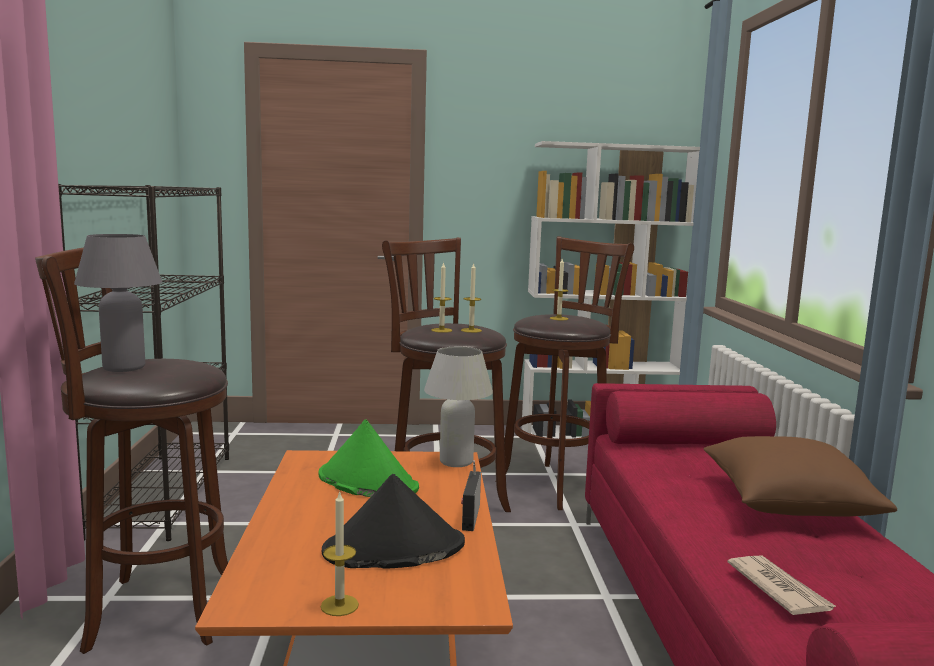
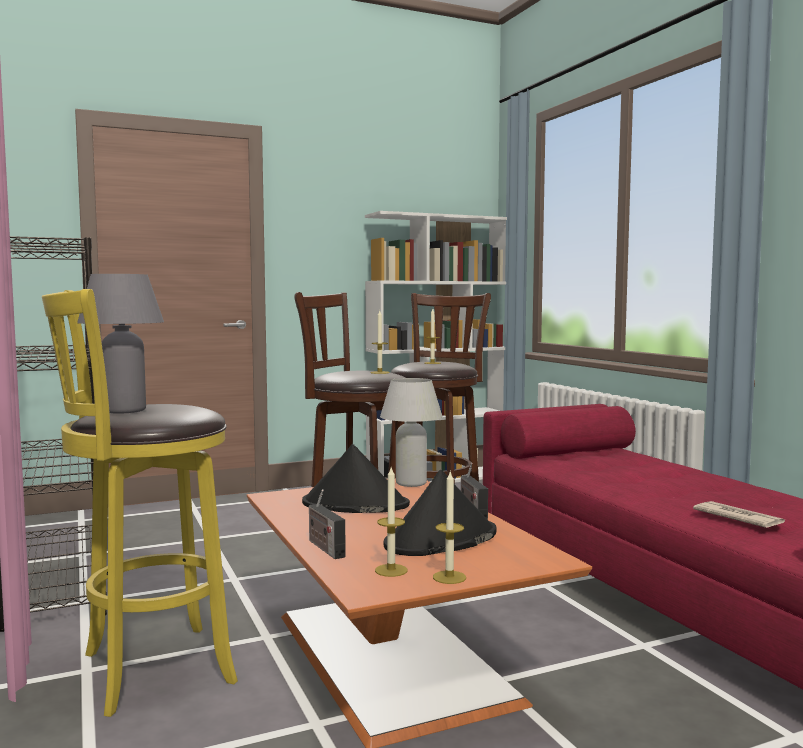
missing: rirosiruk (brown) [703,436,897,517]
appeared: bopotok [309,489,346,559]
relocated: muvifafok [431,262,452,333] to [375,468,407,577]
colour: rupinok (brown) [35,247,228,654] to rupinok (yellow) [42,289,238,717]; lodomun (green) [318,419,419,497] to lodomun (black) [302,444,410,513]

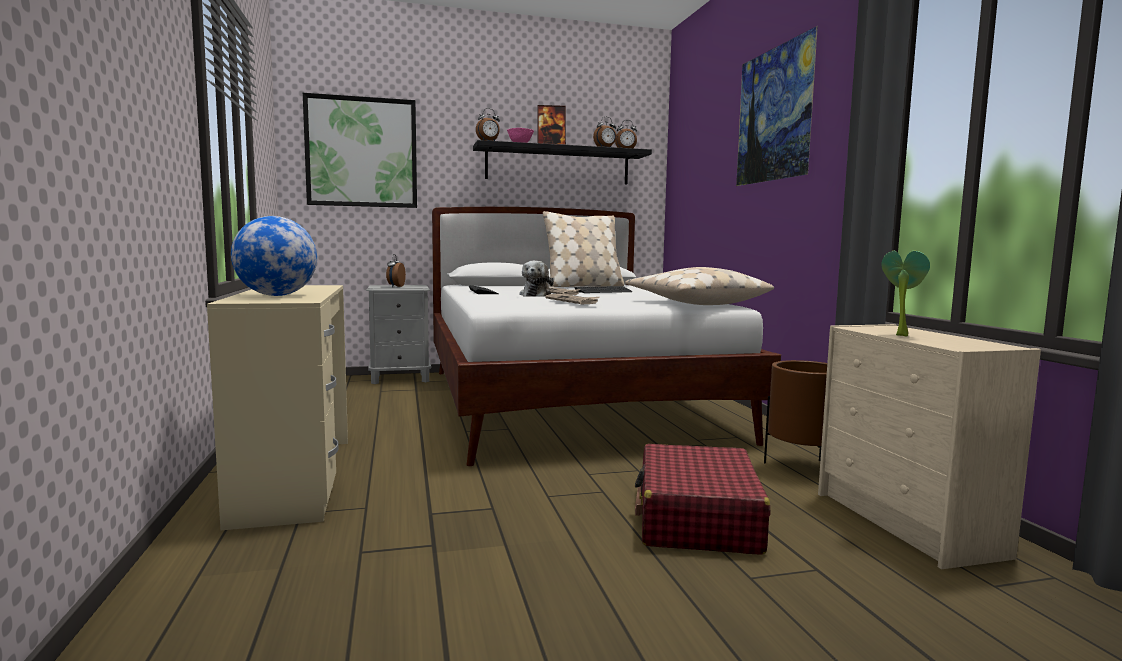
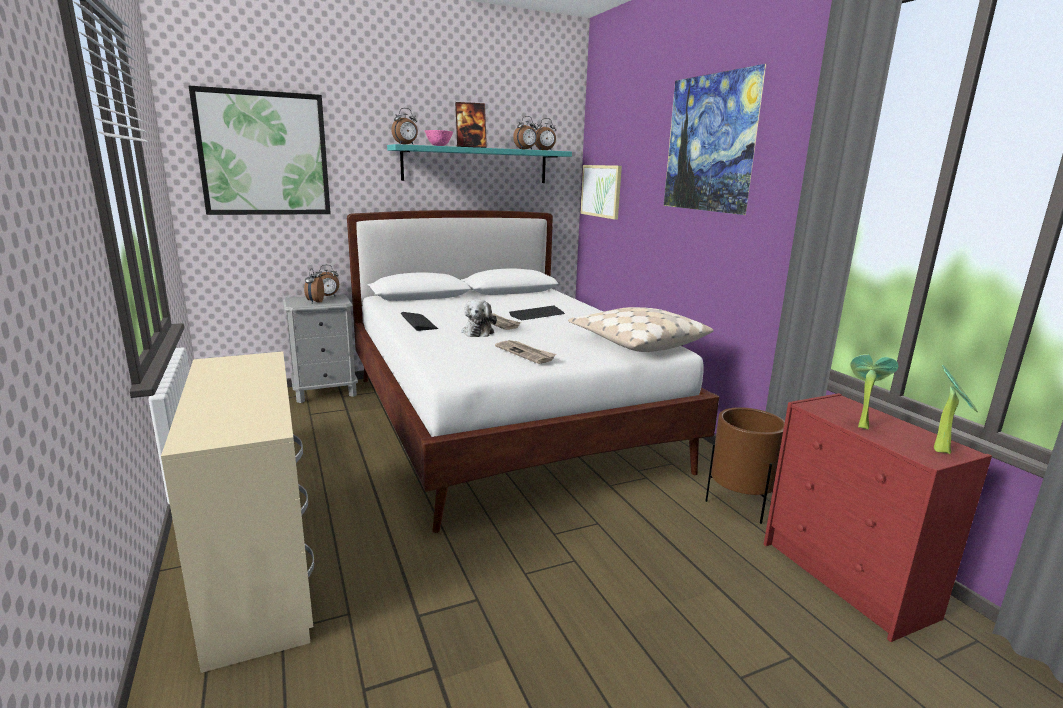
missing: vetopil [231,216,317,296]; rirosiruk (beige) [543,211,624,287]; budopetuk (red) [635,444,771,555]
appeared: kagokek [316,265,339,296]; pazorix [580,165,622,220]; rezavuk [934,365,978,454]
colour: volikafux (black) [473,140,652,184] to volikafux (turquoise) [387,144,572,183]; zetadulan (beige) [818,324,1041,569] to zetadulan (red) [764,393,992,642]

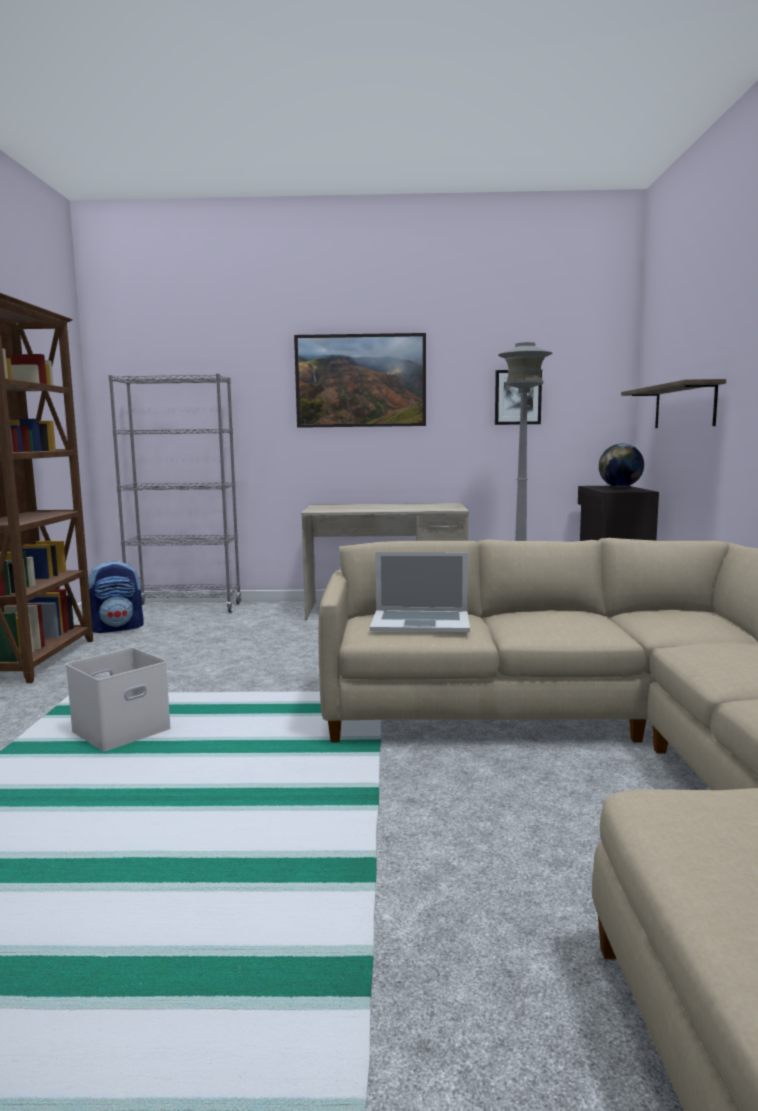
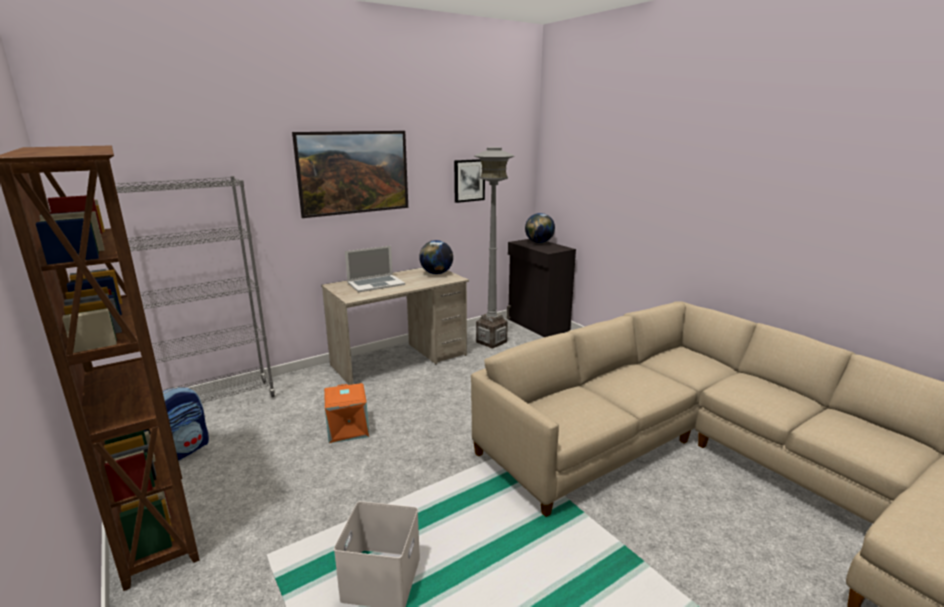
missing: volikafux [621,379,726,428]
appeared: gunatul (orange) [324,383,369,443]; vetopil [419,240,453,274]
relocated: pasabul [370,552,470,632] to [345,246,405,292]

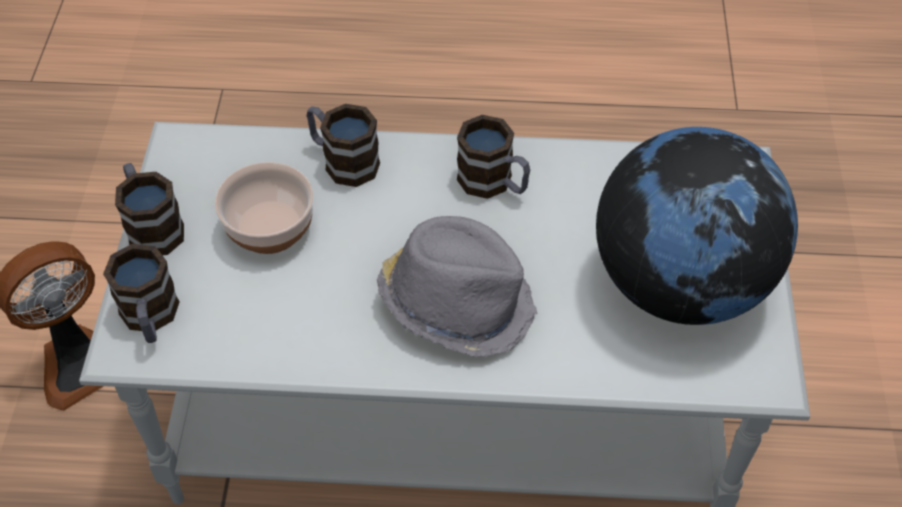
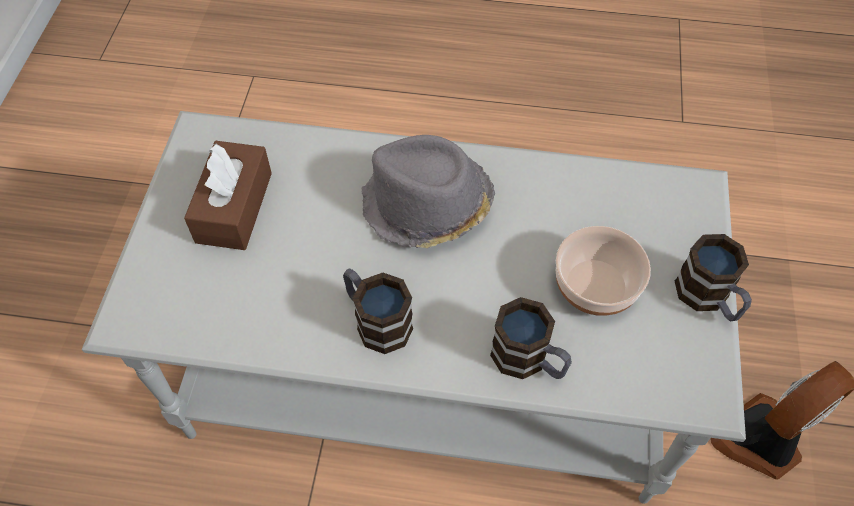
missing: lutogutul [103,244,180,343]
exchanged: vetopil [596,127,798,325] to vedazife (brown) [184,141,272,250]

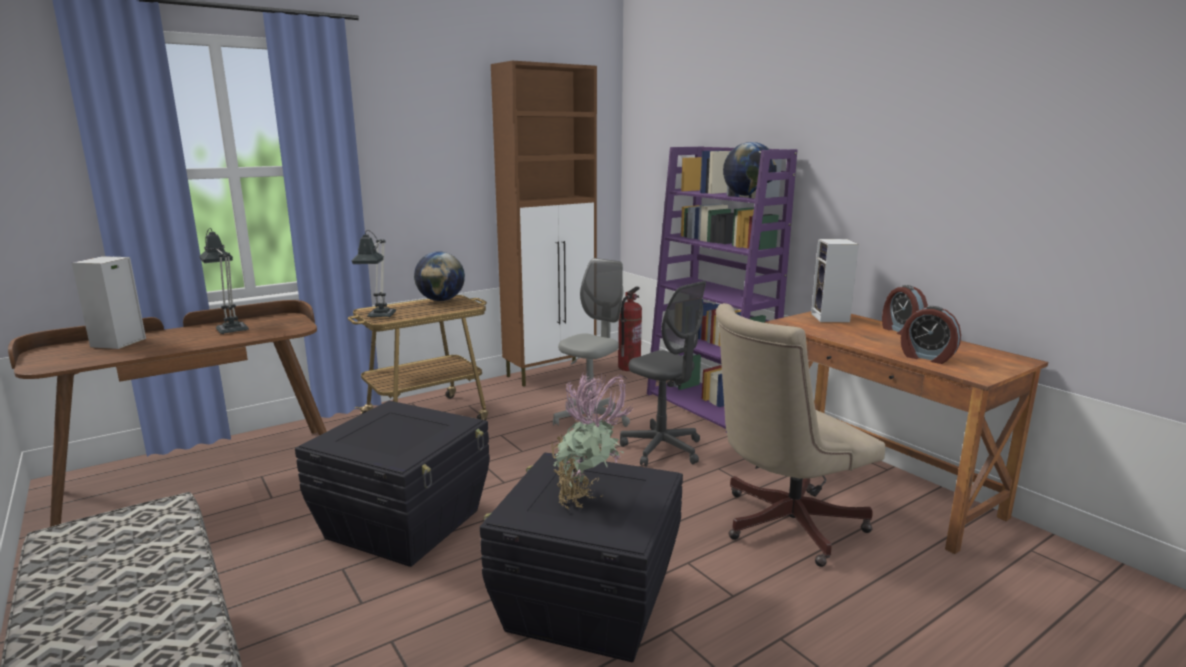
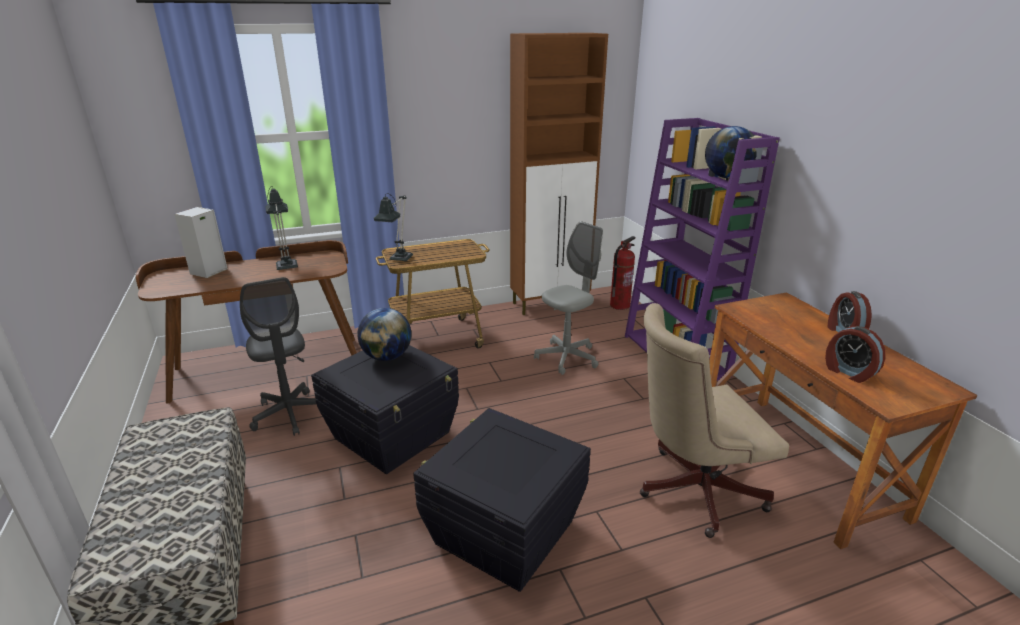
missing: rezavuk [551,371,636,508]; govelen [811,239,859,322]
relocated: vetopil [414,251,465,301] to [357,308,412,361]; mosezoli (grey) [620,281,706,467] to [240,277,316,436]

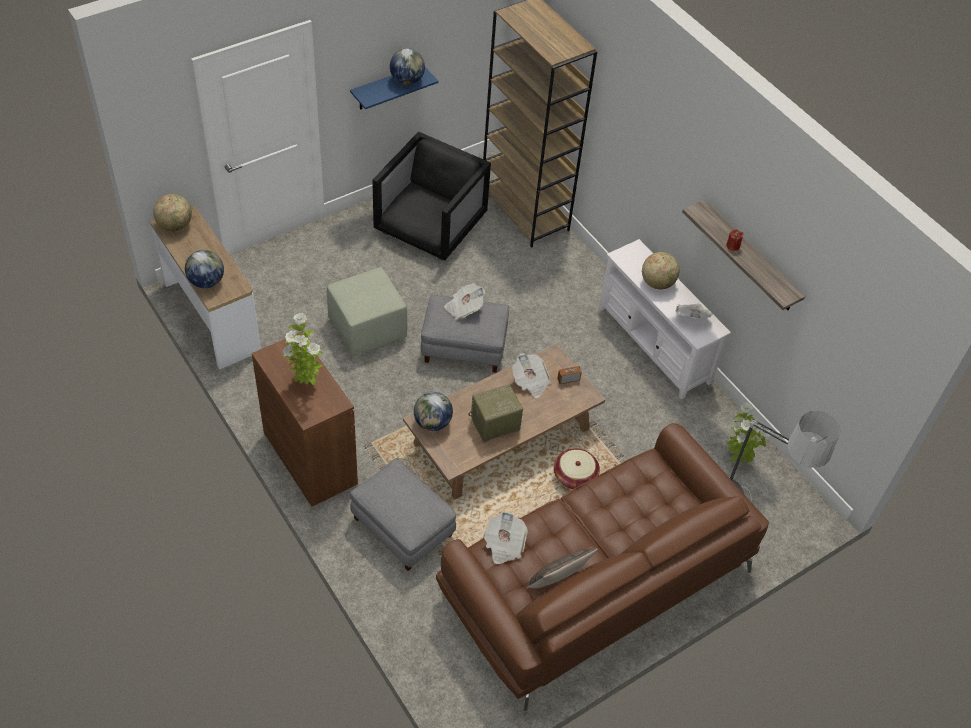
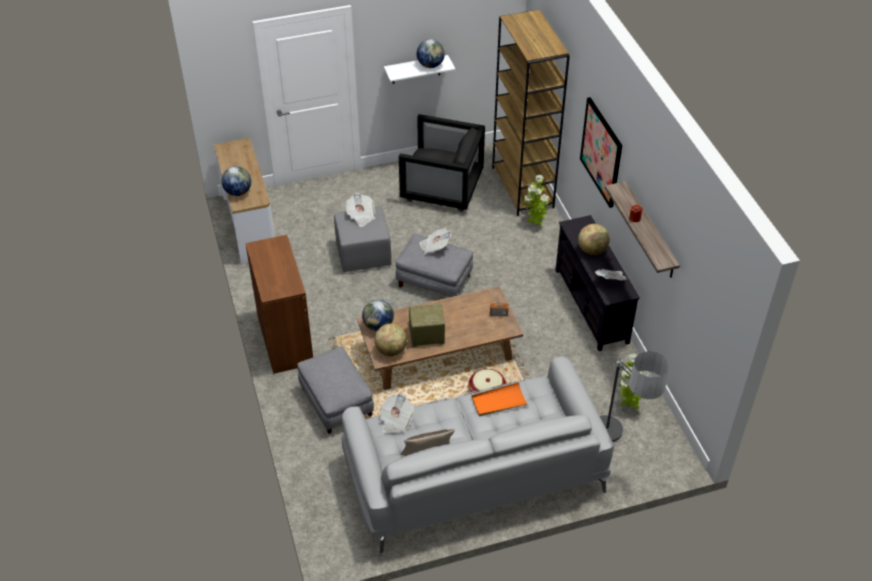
appeared: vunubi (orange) [471,382,528,416]; pazorix [580,97,622,208]
relocated: vetopil [153,194,192,232] to [375,324,407,356]; rezavuk [282,313,322,385] to [524,175,549,226]; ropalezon [512,353,551,398] to [346,193,375,227]
colour: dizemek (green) [327,267,407,357] to dizemek (grey) [334,207,392,273]; volikafux (blue) [350,67,439,110] to volikafux (white) [384,55,455,84]; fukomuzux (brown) [436,423,769,711] to fukomuzux (grey) [341,356,614,553]; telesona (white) [599,239,731,400] to telesona (black) [555,215,640,351]
spun: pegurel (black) [372,132,491,261] = [399,114,485,212] 60 degrees clockwise

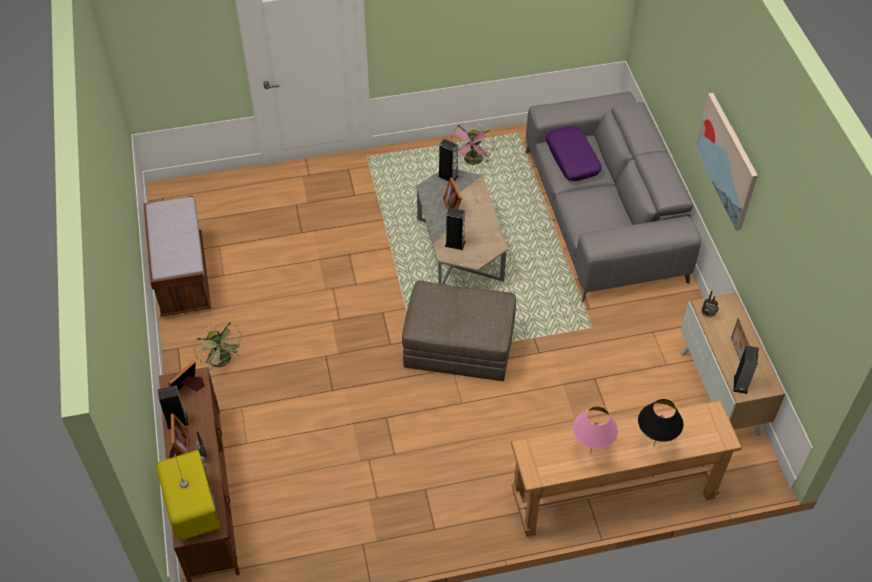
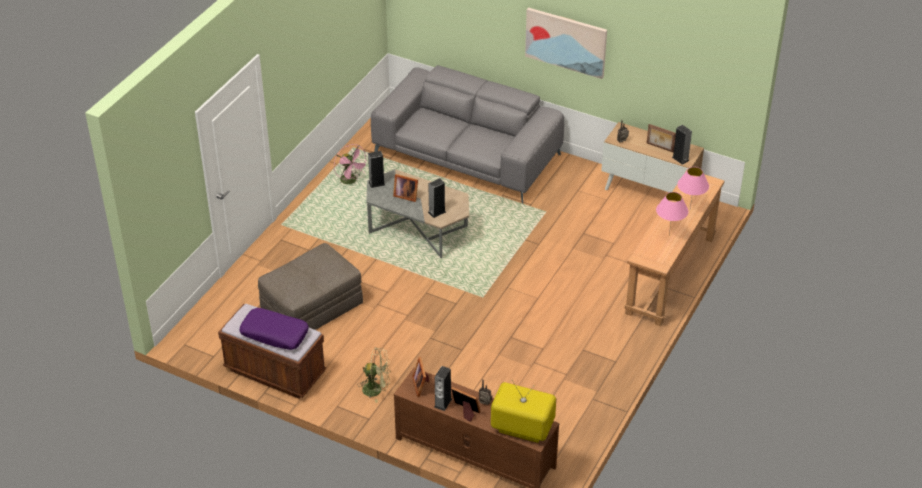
relocated: dizemek (grey) [402,281,516,381] to [258,243,363,330]; rirosiruk (purple) [546,126,602,181] to [239,308,309,350]
colour: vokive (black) [638,399,683,445] to vokive (pink) [678,167,709,208]

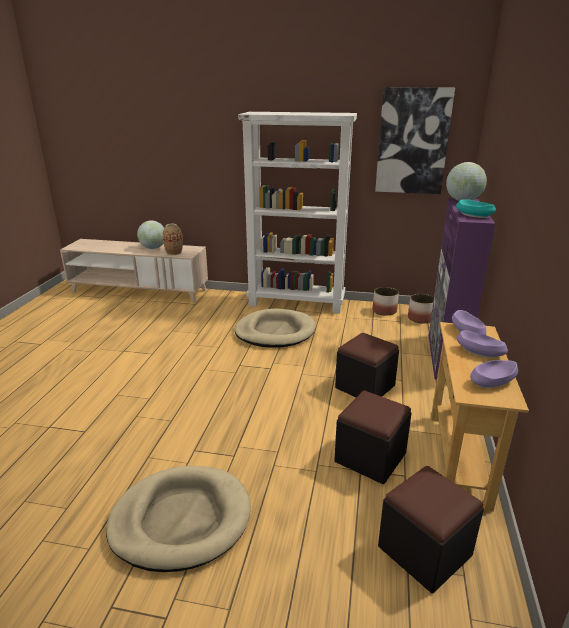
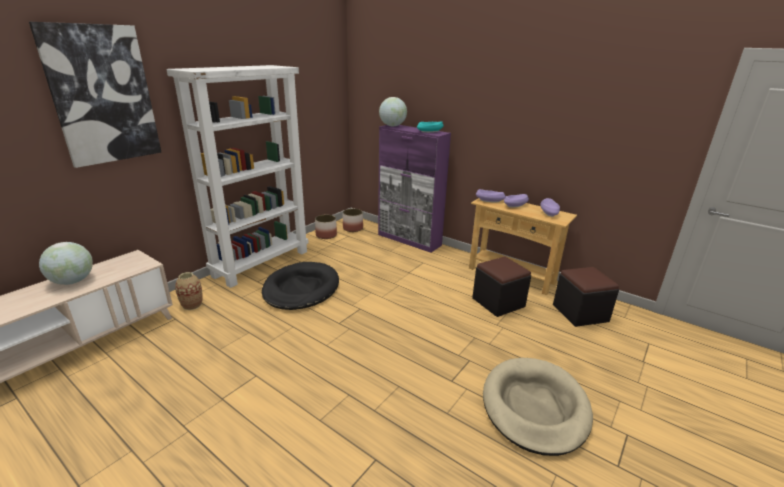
missing: dizemek (black) [335,333,399,397]
relocated: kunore [163,224,183,255] to [175,272,202,310]; pazorix [375,87,455,194] to [29,22,161,168]
colour: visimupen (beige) [235,309,316,348] to visimupen (black) [262,262,339,310]

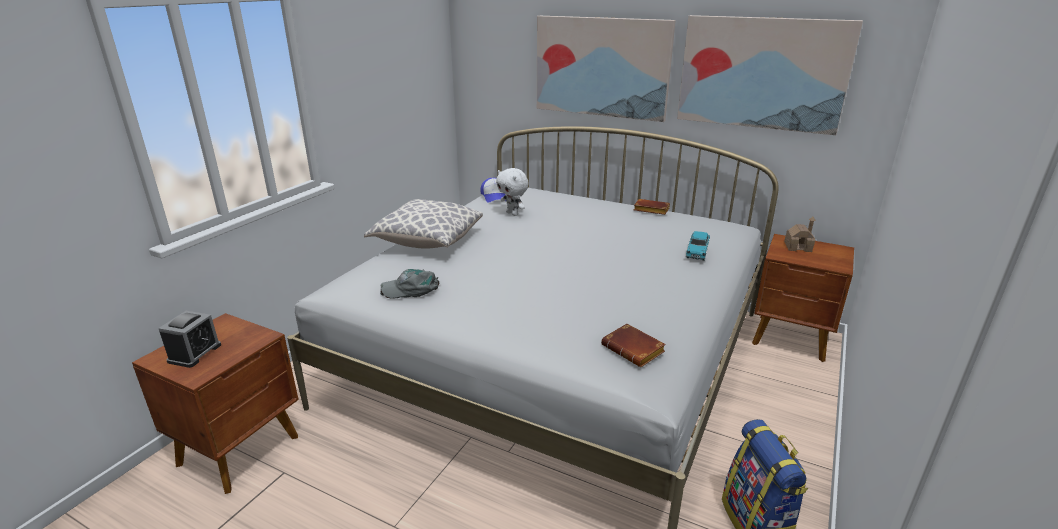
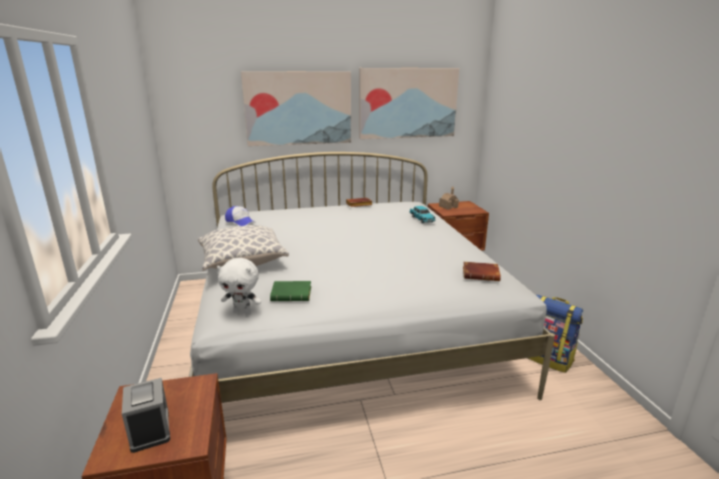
relocated: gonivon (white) [496,168,529,216] to [217,258,261,315]
exchanged: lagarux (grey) [380,269,439,298] to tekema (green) [270,281,311,302]

